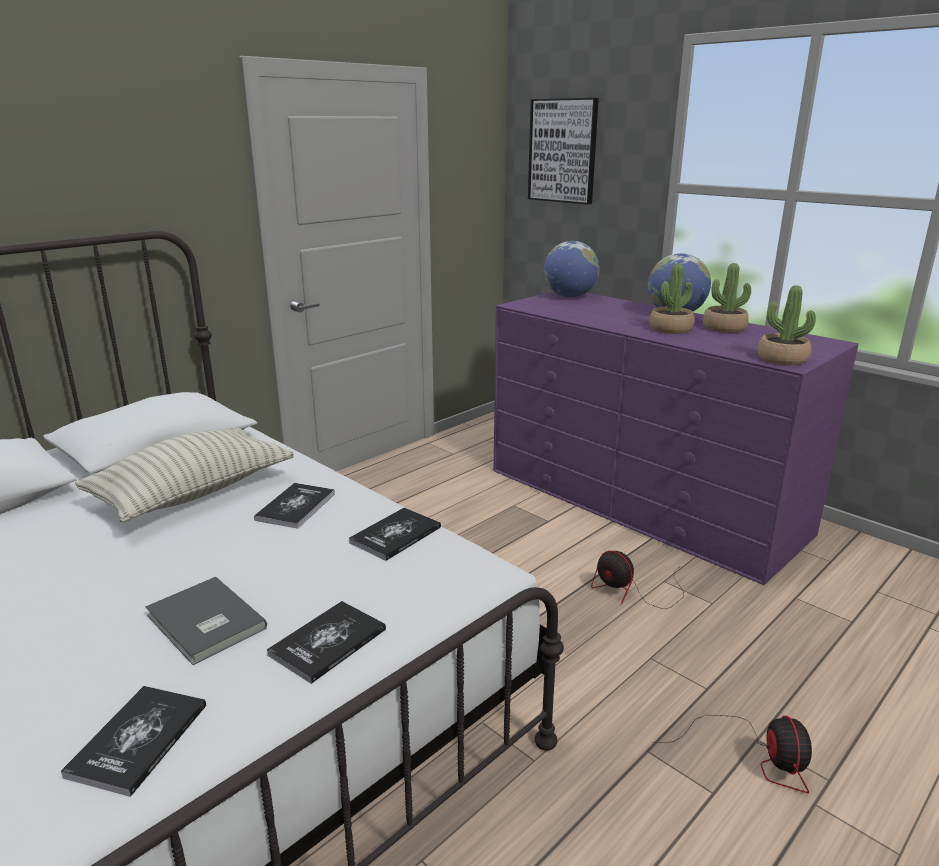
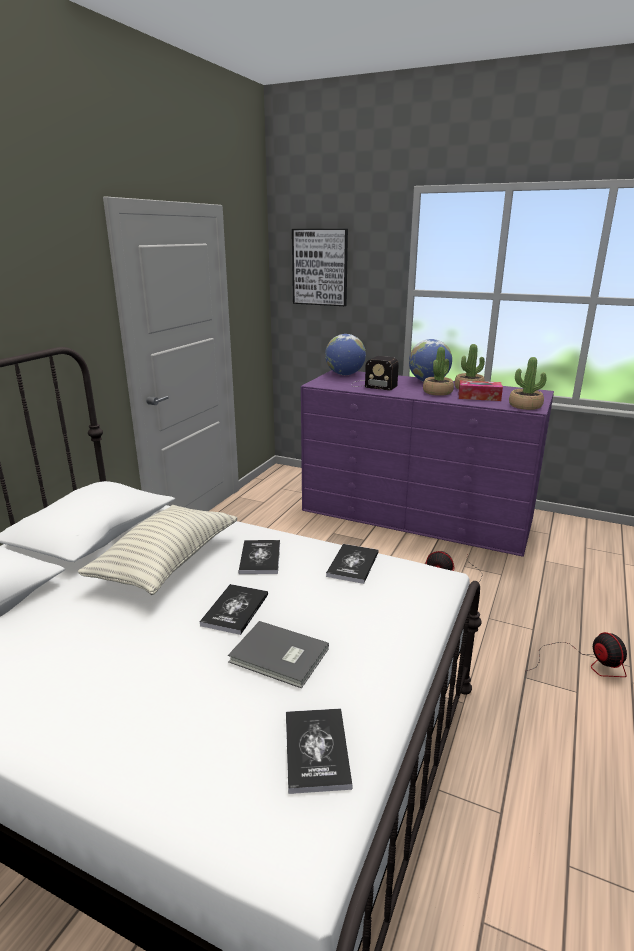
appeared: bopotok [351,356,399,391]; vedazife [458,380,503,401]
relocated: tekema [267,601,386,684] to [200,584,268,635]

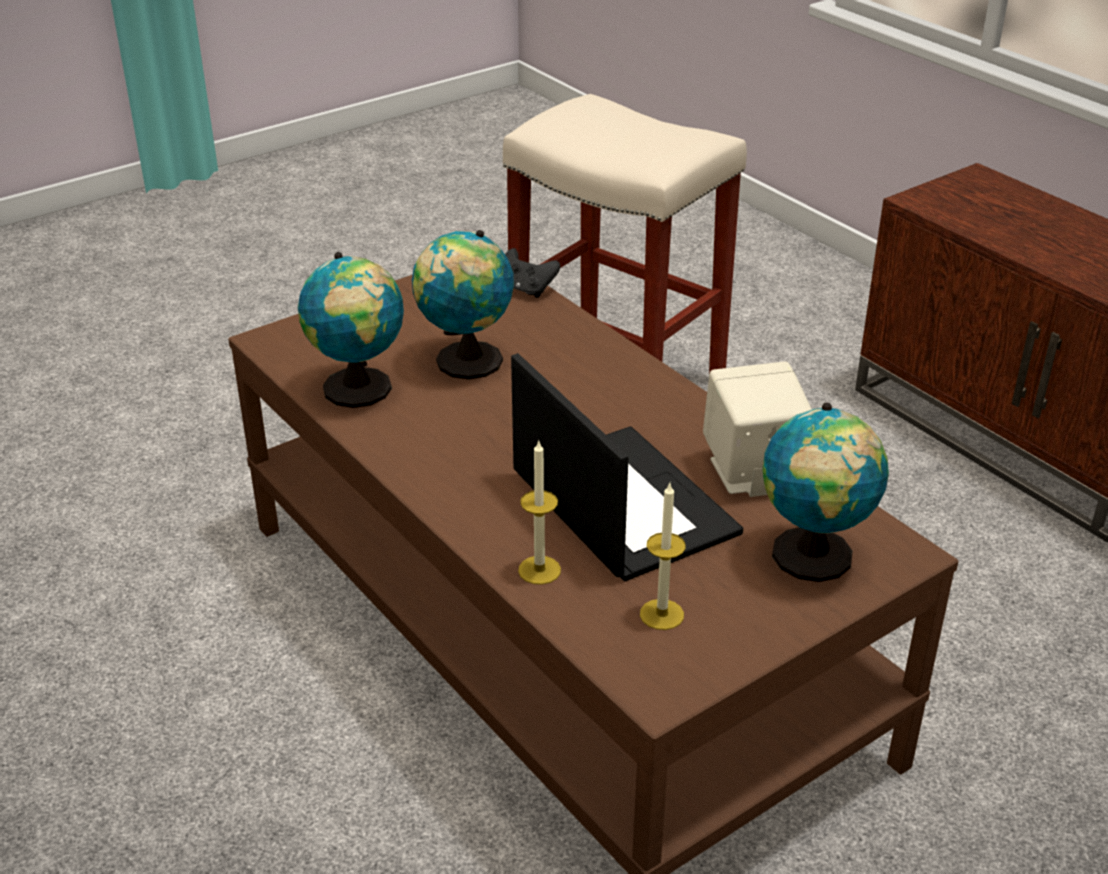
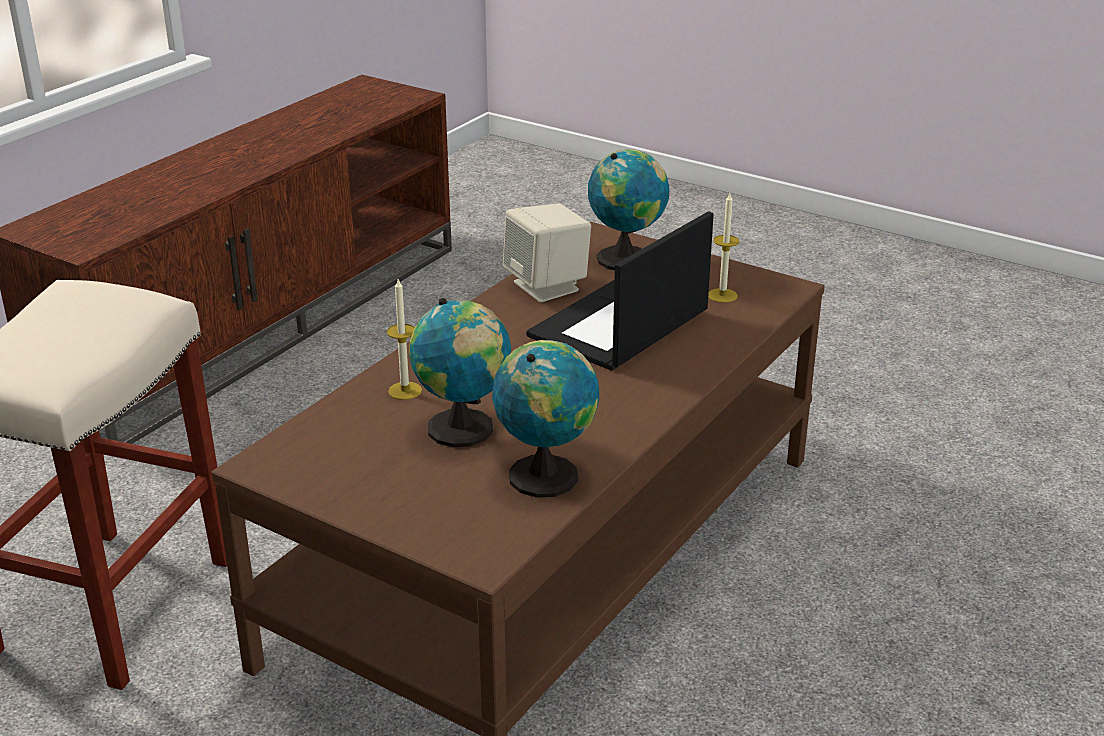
missing: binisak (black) [505,248,560,298]
relocated: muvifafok [518,439,561,585] to [387,279,422,400]

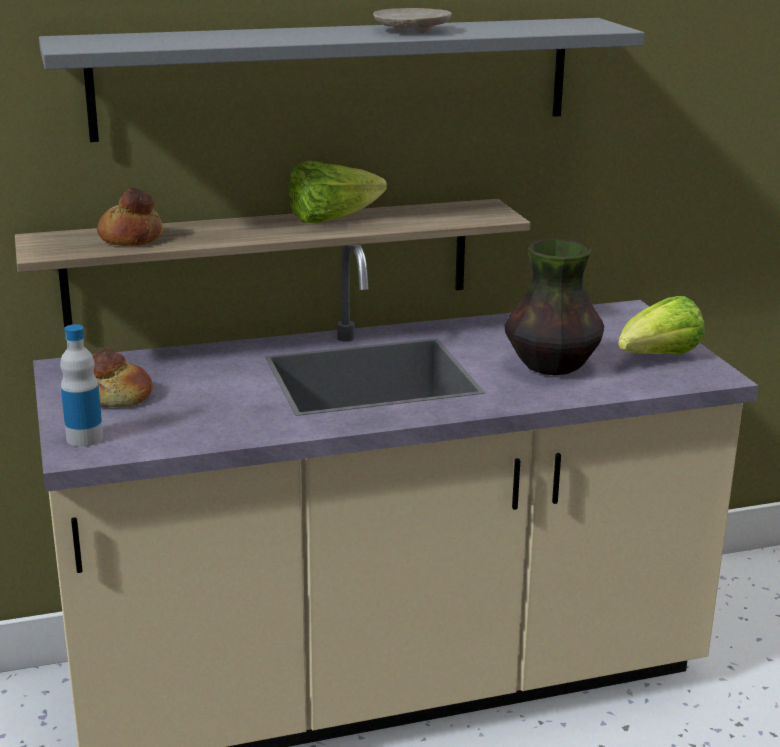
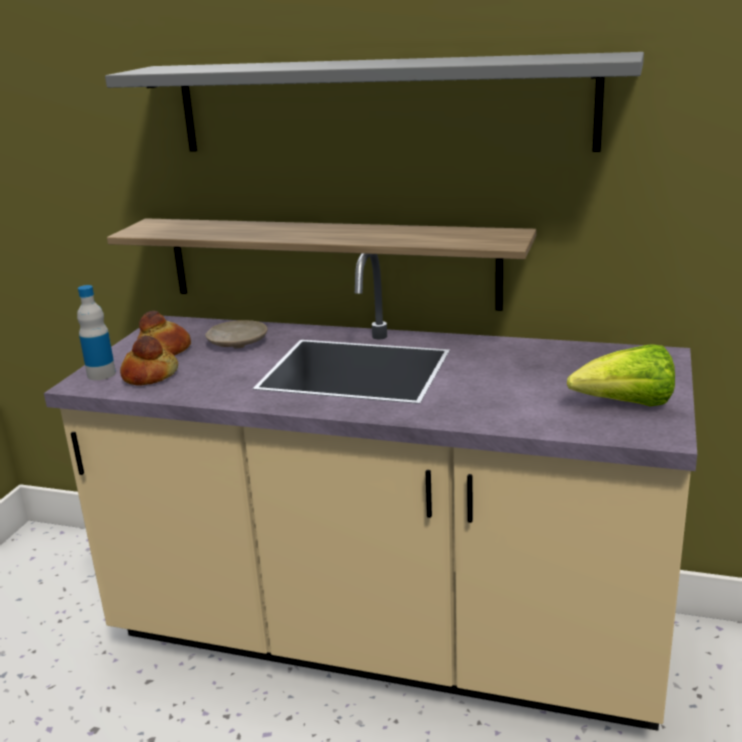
missing: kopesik [289,161,387,223]; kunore [504,238,604,375]
relocated: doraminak [97,188,163,246] to [120,335,178,386]; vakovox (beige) [373,8,452,33] to [205,320,268,348]

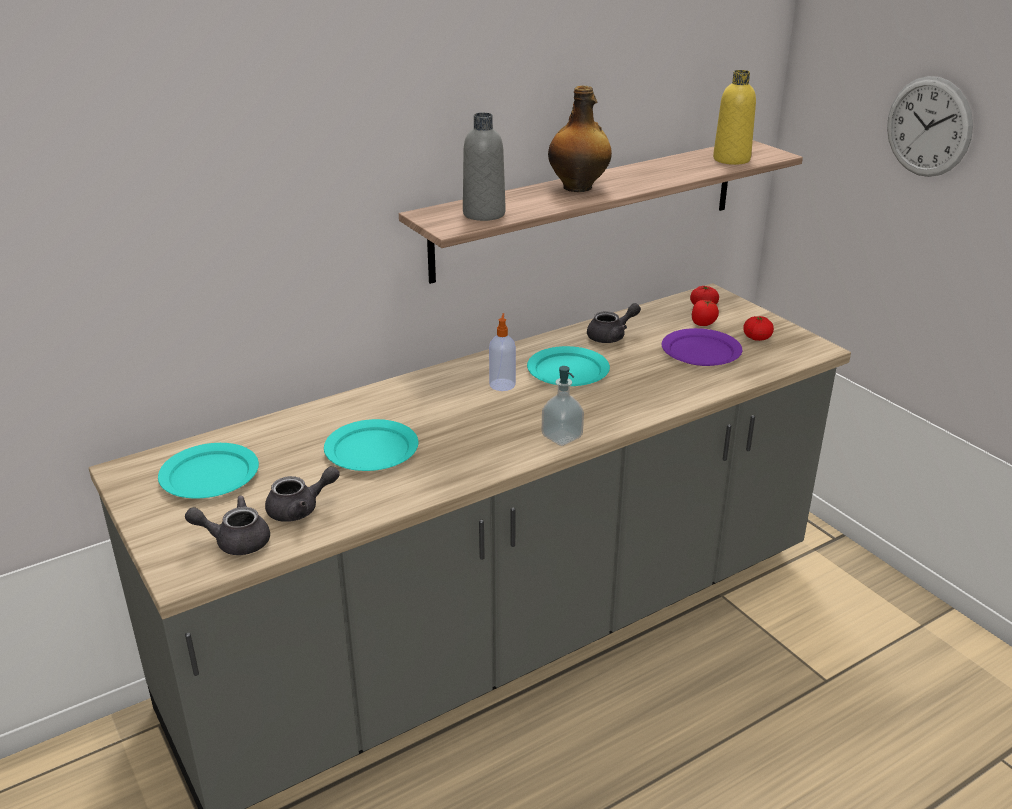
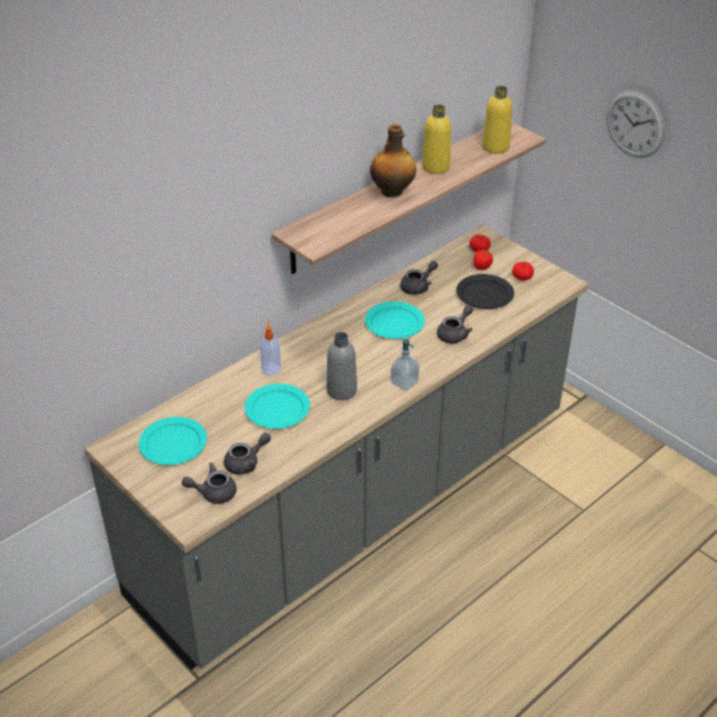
appeared: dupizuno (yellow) [422,105,451,174]; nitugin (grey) [437,305,473,343]
relocated: dupizuno (grey) [463,113,505,221] to [327,332,357,400]; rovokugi [489,313,516,391] to [260,321,281,376]
colour: vakovox (purple) [662,328,742,366] to vakovox (black) [456,274,514,309]

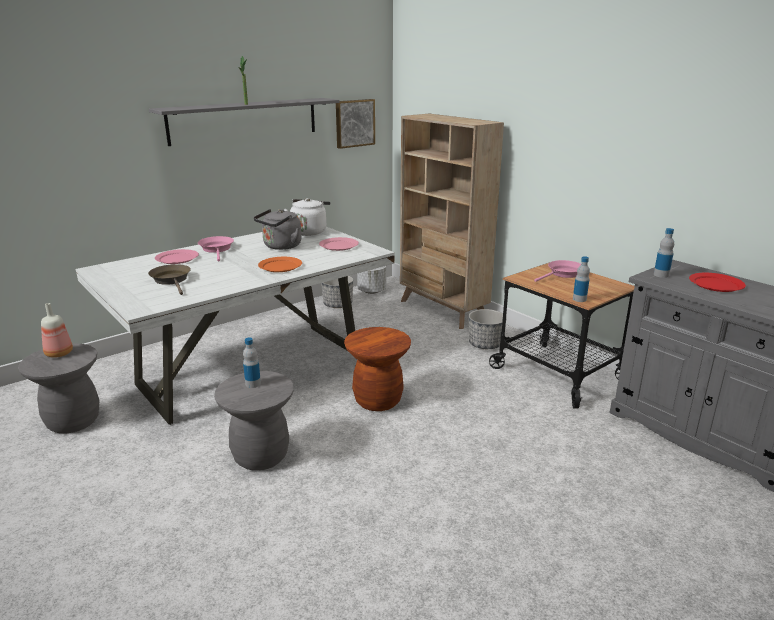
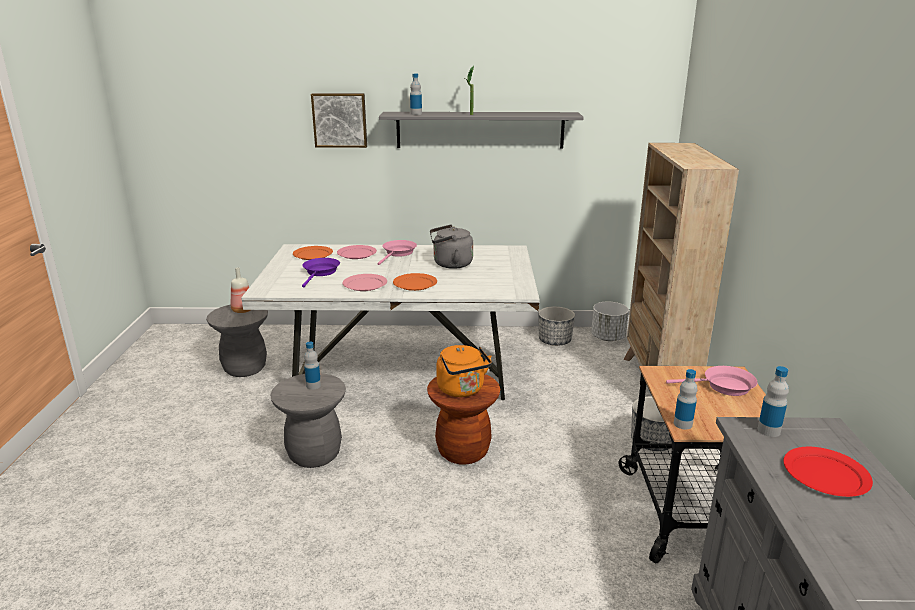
missing: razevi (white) [284,198,330,236]
appeared: vakovox (orange) [293,246,333,260]; dupizuno [410,74,422,115]; razevi (orange) [436,345,492,397]
relocated: vakovox (pink) [319,237,359,251] to [343,274,387,291]; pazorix [336,99,375,149] to [311,93,367,148]
colour: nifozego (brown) [148,264,191,295] to nifozego (purple) [302,258,340,288]

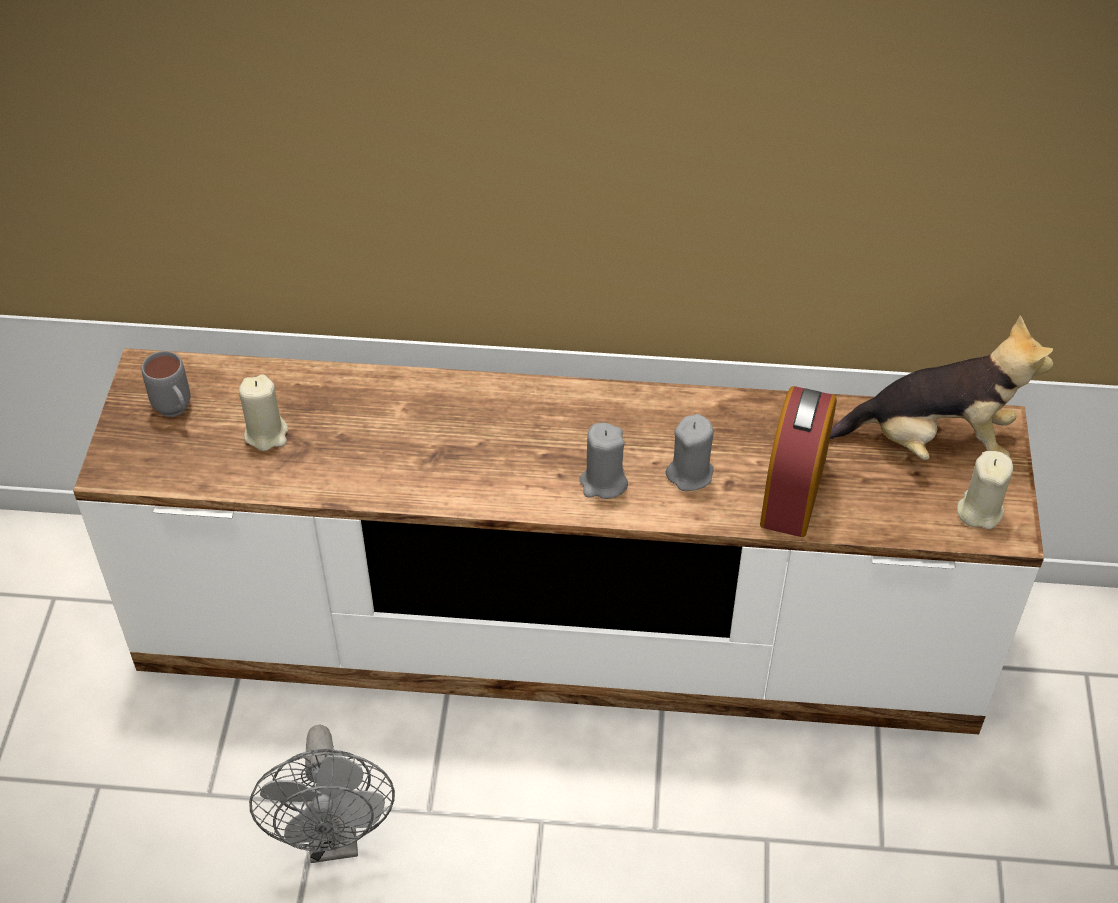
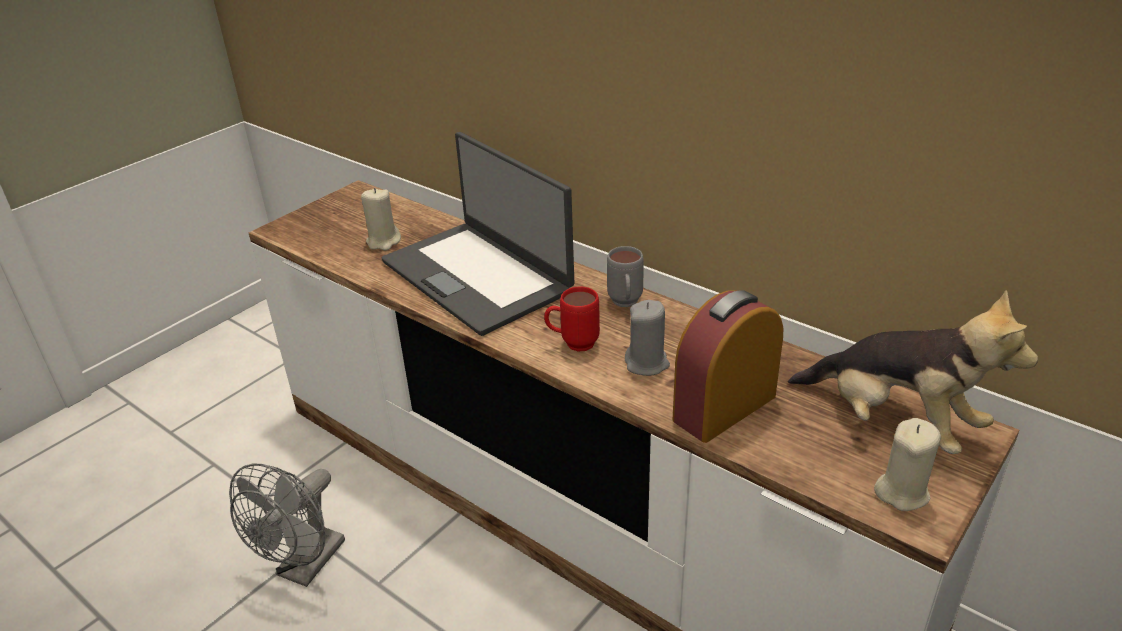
appeared: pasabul [381,132,575,336]
relocated: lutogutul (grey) [142,351,191,417] to [607,246,644,307]
exchanged: muvifafok (grey) [579,423,628,499] to lutogutul (red) [544,286,600,352]

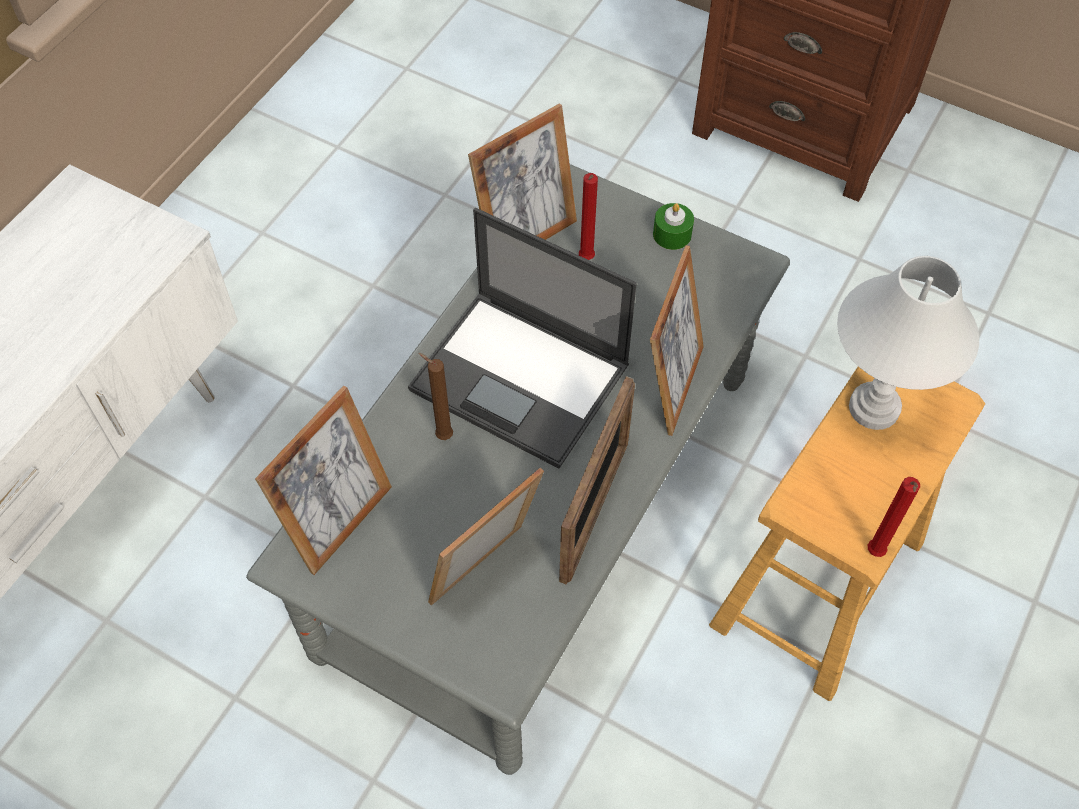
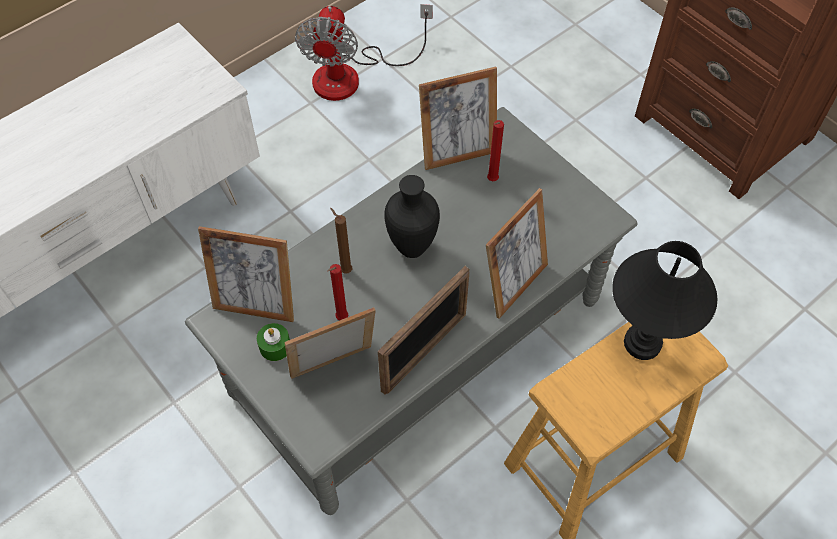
appeared: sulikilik [295,4,433,101]
relocated: muvifafok (green) [653,203,694,250] to [257,323,290,361]; muvifafok (red) [868,477,920,557] to [328,264,348,320]
exchanged: pasabul [408,208,637,469] to kunore (black) [384,175,440,258]
colour: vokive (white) [837,256,979,430] to vokive (black) [612,241,718,360]
spun: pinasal [255,385,392,575] = [198,226,294,322] 45 degrees clockwise

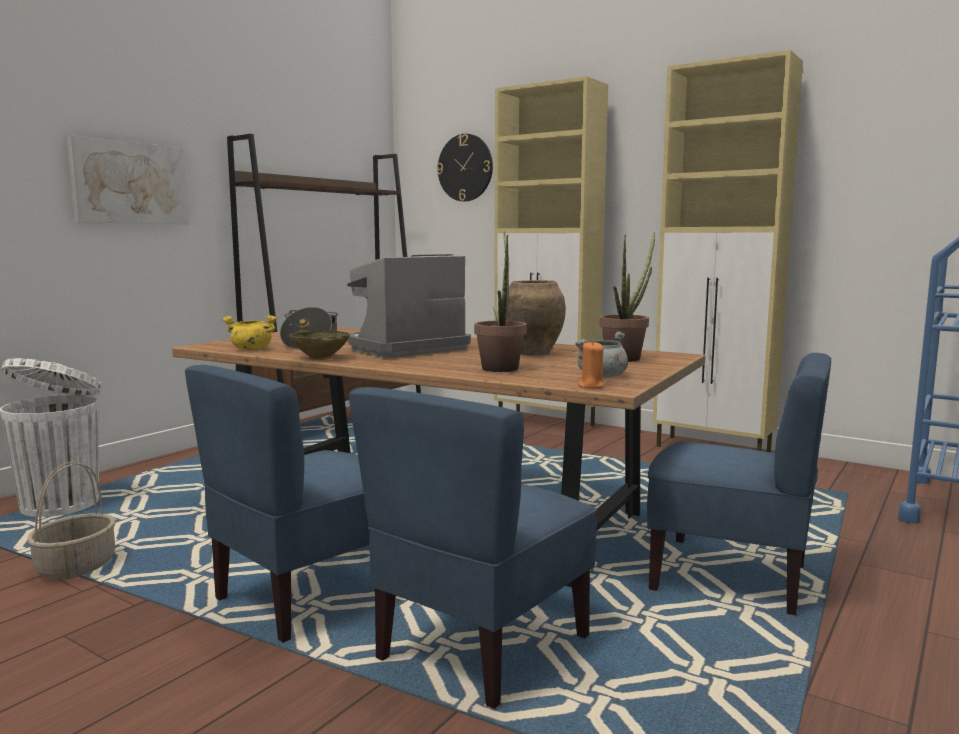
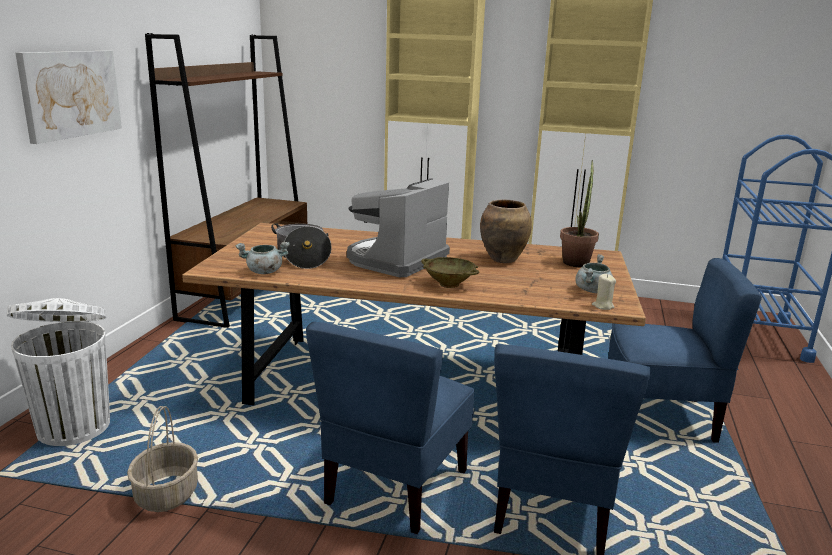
missing: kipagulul [437,134,493,201]; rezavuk [474,232,527,372]
relocated: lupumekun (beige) [289,330,350,360] to [421,257,479,288]
colour: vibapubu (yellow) [222,315,278,350] to vibapubu (grey) [235,242,290,274]; muvifafok (orange) [578,341,605,389] to muvifafok (beige) [592,274,616,310]

